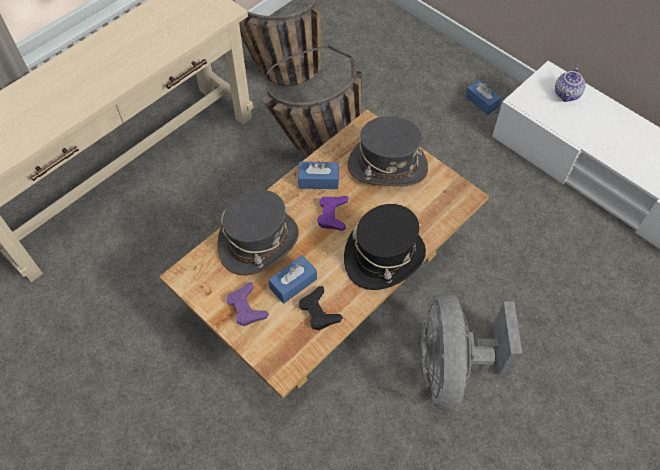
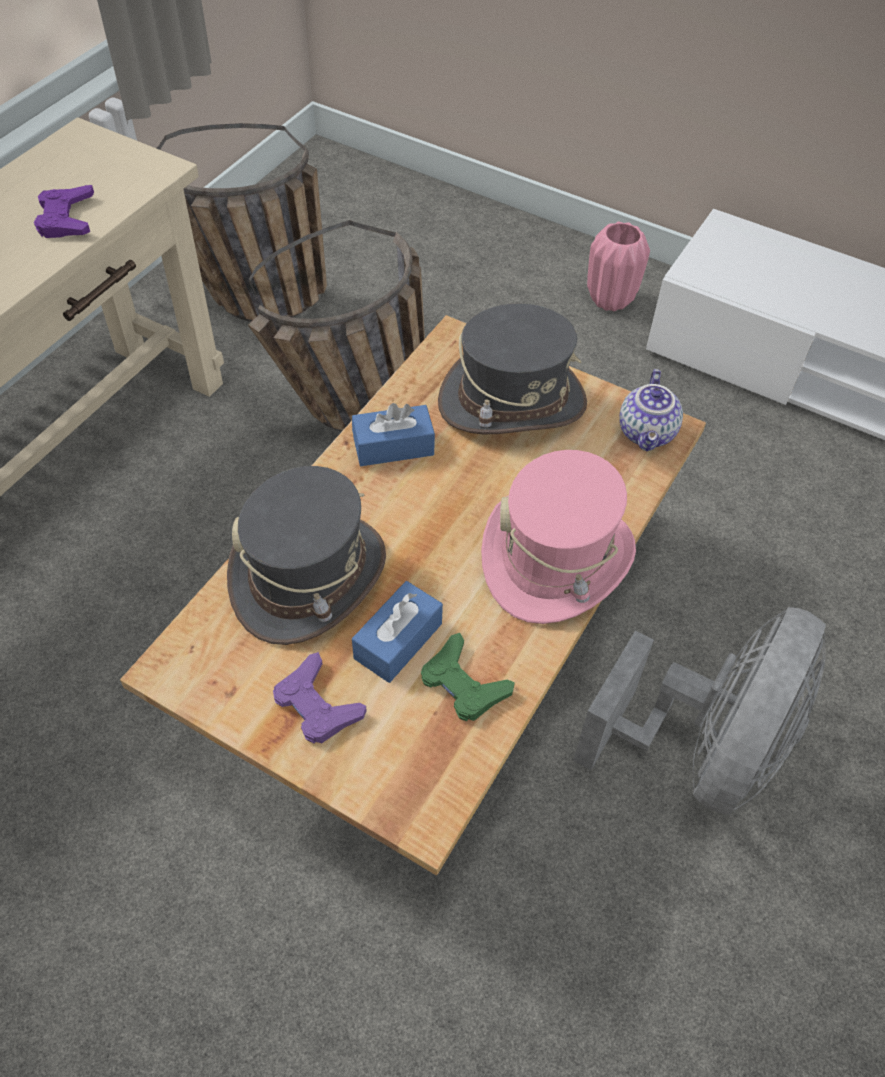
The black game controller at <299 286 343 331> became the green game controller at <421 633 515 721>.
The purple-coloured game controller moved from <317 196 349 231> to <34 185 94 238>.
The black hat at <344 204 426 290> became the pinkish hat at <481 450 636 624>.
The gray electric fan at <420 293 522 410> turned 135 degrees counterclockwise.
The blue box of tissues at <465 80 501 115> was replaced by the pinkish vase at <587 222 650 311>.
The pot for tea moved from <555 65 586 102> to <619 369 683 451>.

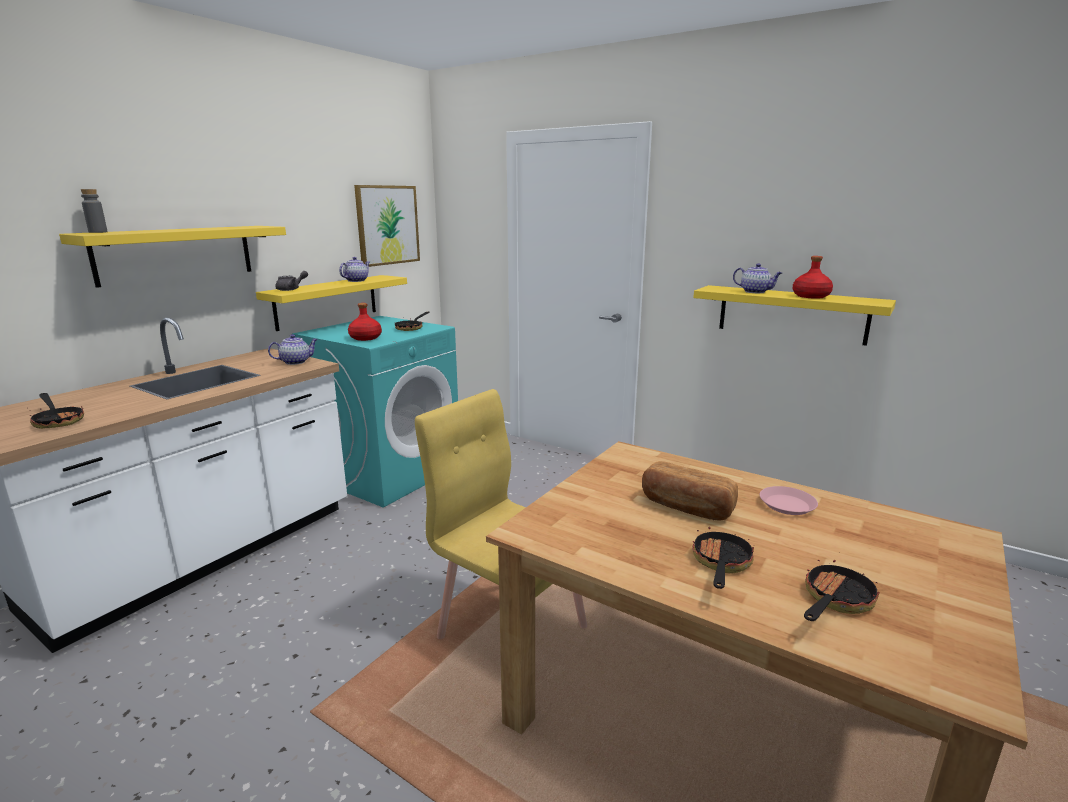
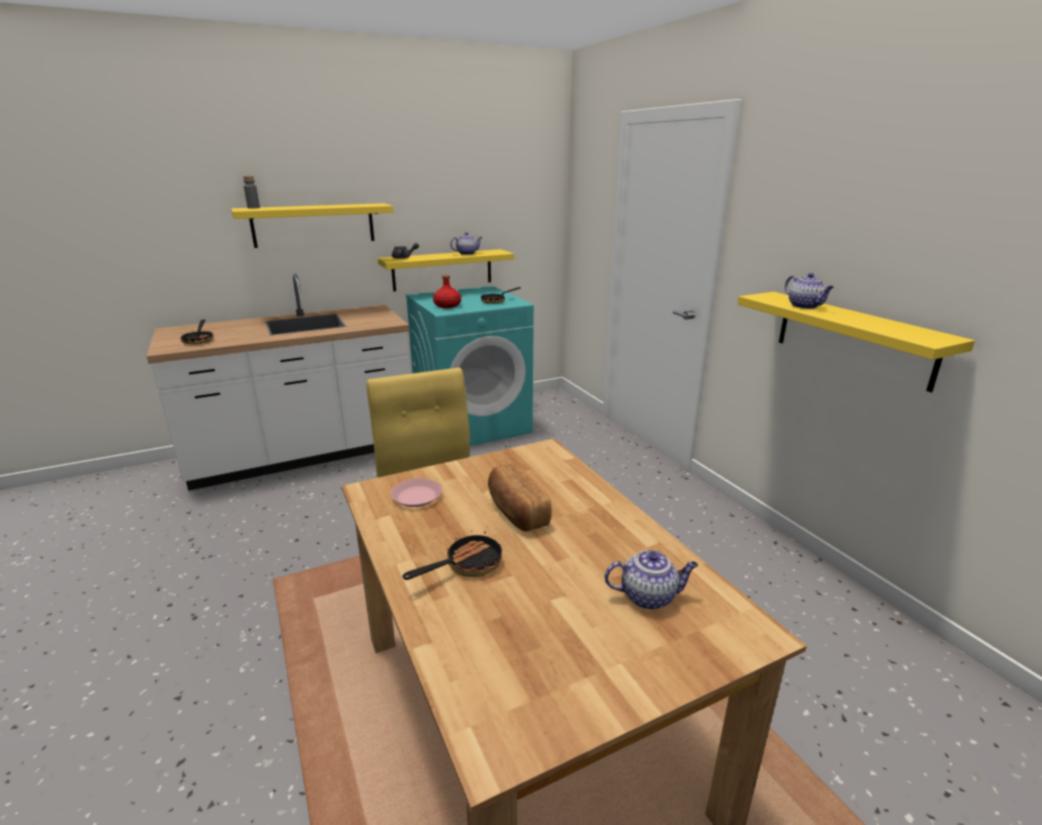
The pot for tea moved from <268 334 318 365> to <605 550 698 610>.
The wall art at <354 185 420 267> disappeared.
The pinkish plate moved from <760 486 818 515> to <391 478 442 507>.
The red-coloured drink bottle at <792 256 833 299> disappeared.
The pan at <804 560 880 621> disappeared.

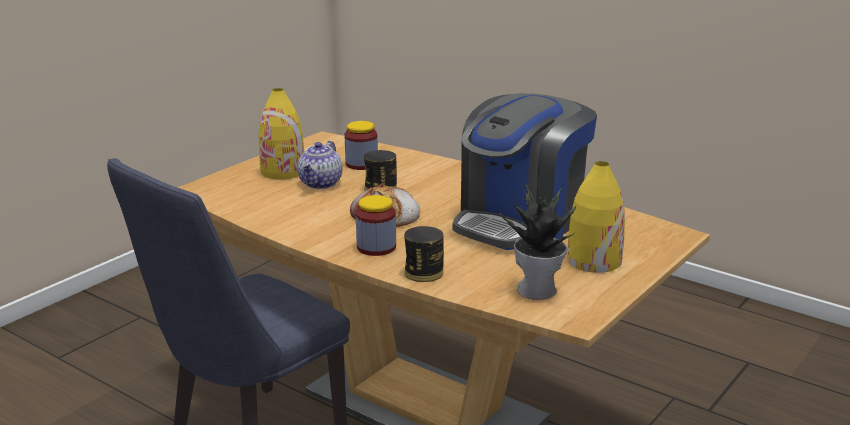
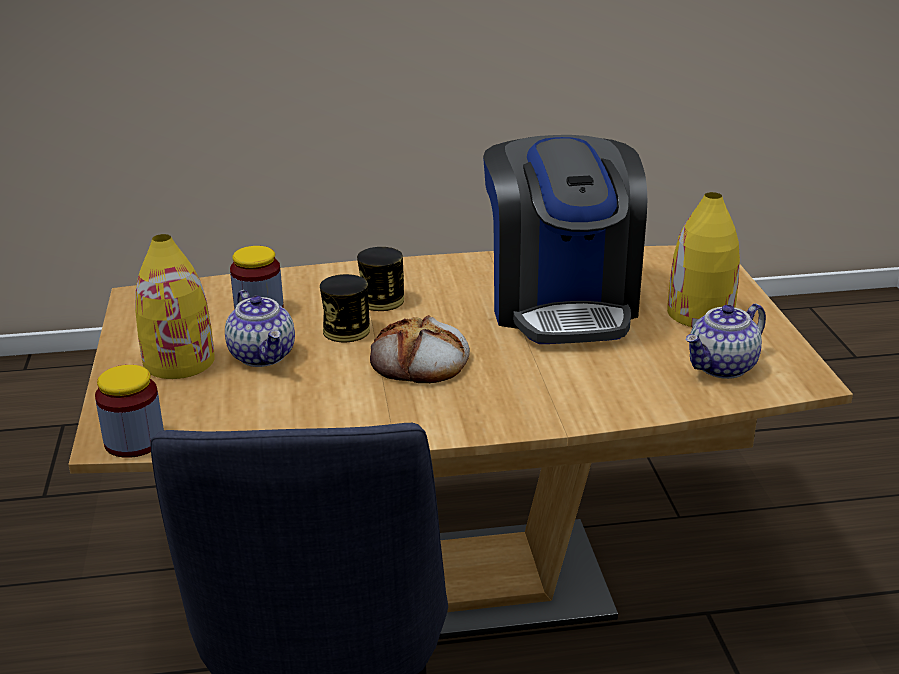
The jar moved from <356 195 396 256> to <95 365 164 458>.
The sealed can moved from <404 226 444 282> to <357 247 404 311>.
The potted plant at <499 183 576 300> was replaced by the pot for tea at <686 303 766 379>.

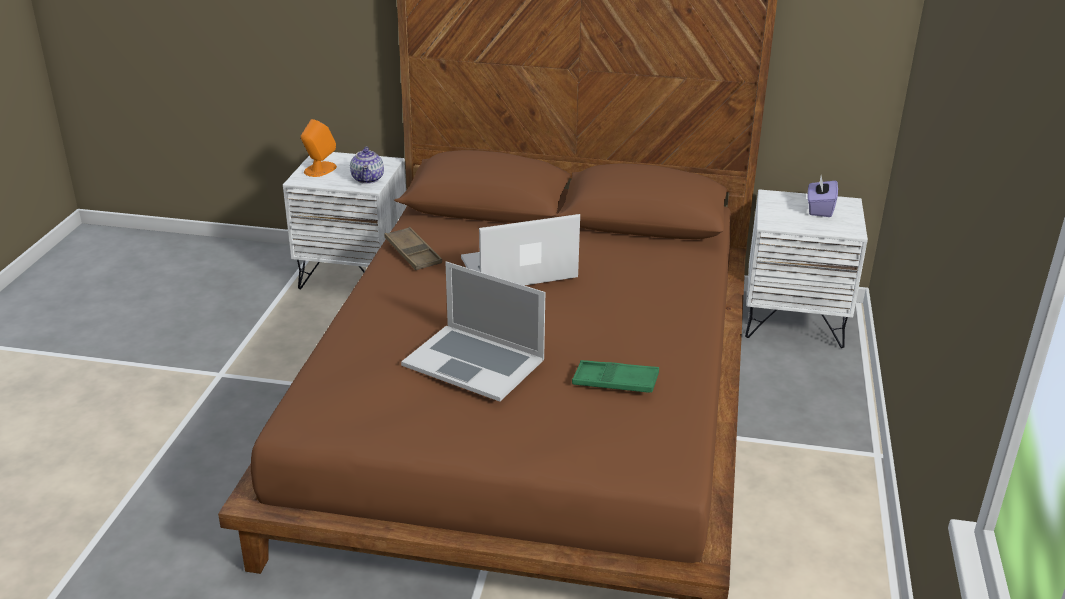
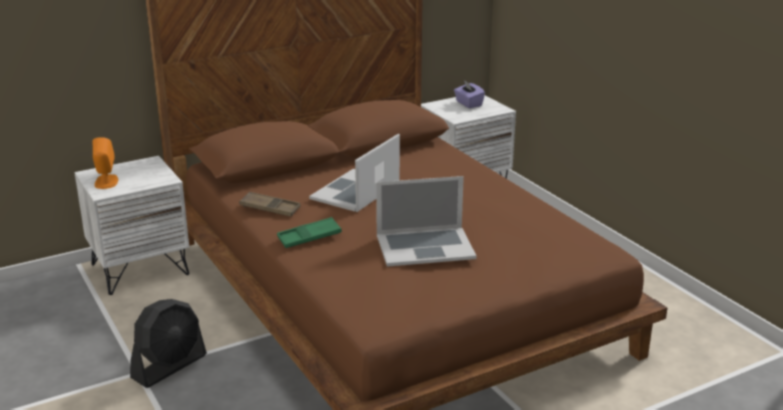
The pot for tea at <350 147 384 184> disappeared.
The green serving tray moved from <572 360 659 393> to <277 217 342 248>.
The black electric fan at <130 299 207 388> appeared.

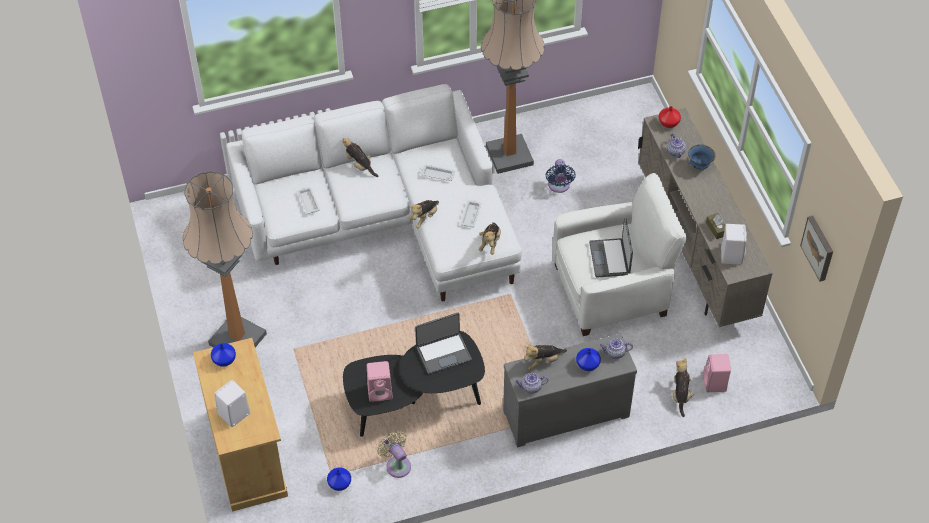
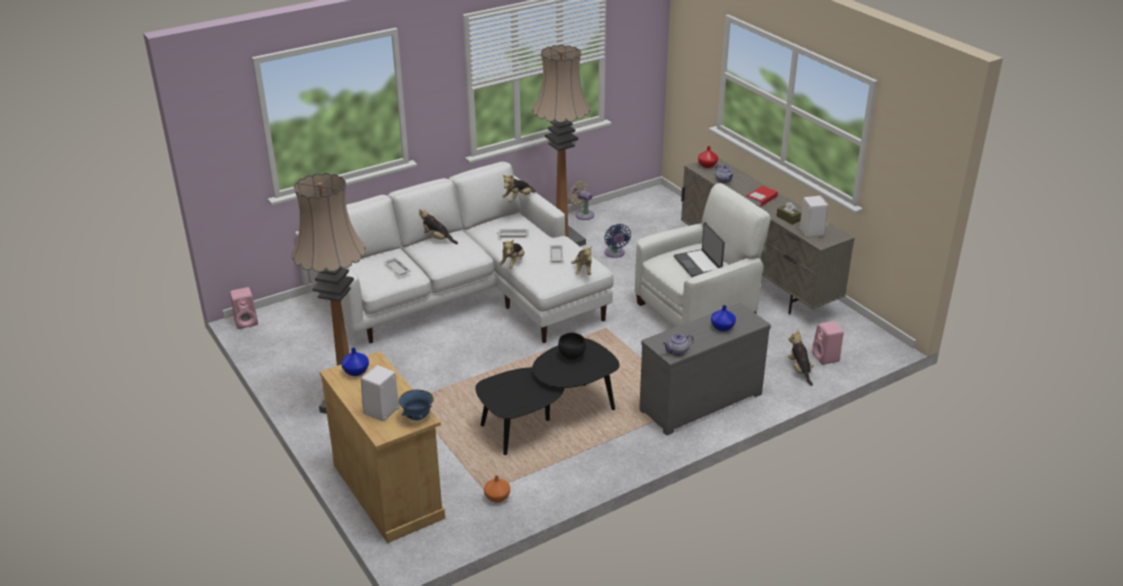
The blue vase at <327 467 351 491> became the orange-coloured vase at <484 475 510 503>.
The pinkish loudspeaker moved from <367 361 393 402> to <230 287 258 329>.
The beige-coloured electric fan moved from <377 431 411 478> to <569 181 594 220>.
The portable computer at <415 312 472 374> was replaced by the black bowl at <558 333 586 360>.
The soft toy moved from <524 345 567 370> to <502 175 536 202>.
The pot for tea at <600 339 633 359> disappeared.
The blue bowl moved from <688 144 716 171> to <399 389 434 420>.
The wall art at <800 216 833 282> disappeared.
The volume at <746 186 778 207> appeared.

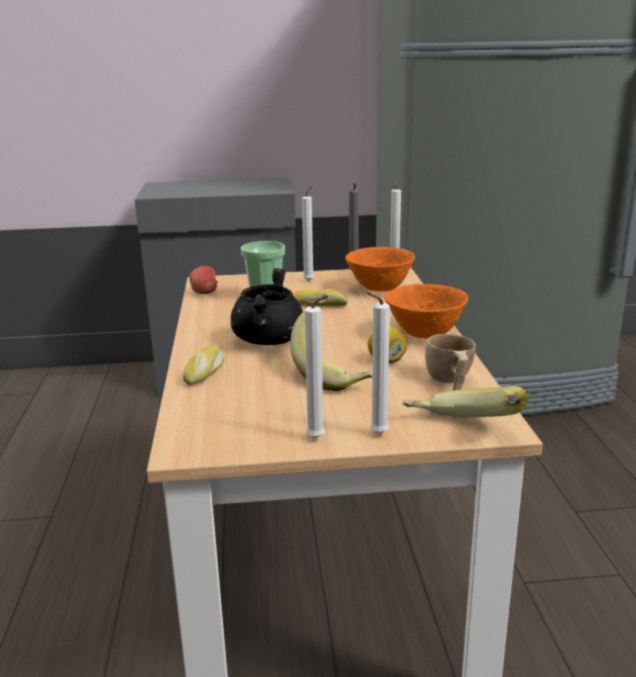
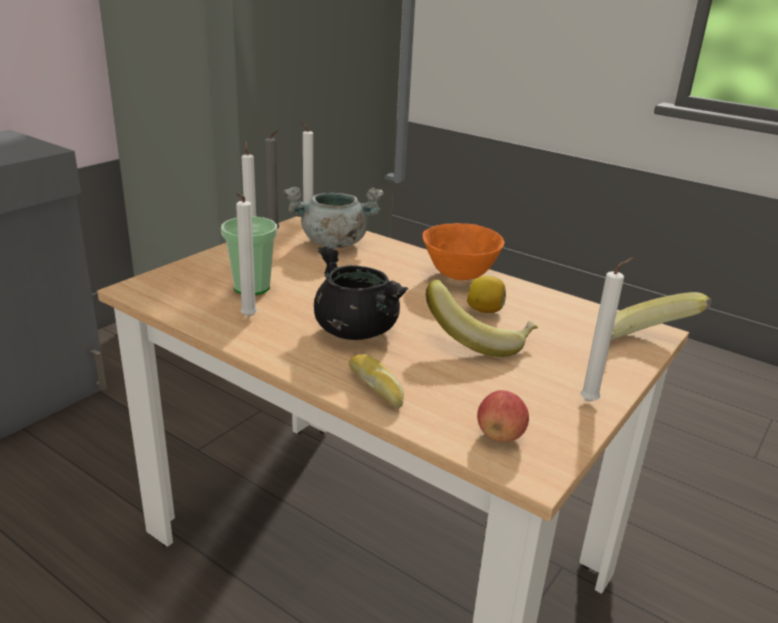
The whole apple moved from <189 266 218 294> to <477 390 529 442>.
The bread at <293 289 348 306> disappeared.
The orange-coloured bowl at <345 247 415 291> was replaced by the gray stockpot at <284 187 384 248>.
The white-coloured wax light moved from <367 292 390 434> to <236 193 257 317>.
The beige-coloured small cup at <425 334 476 391> disappeared.

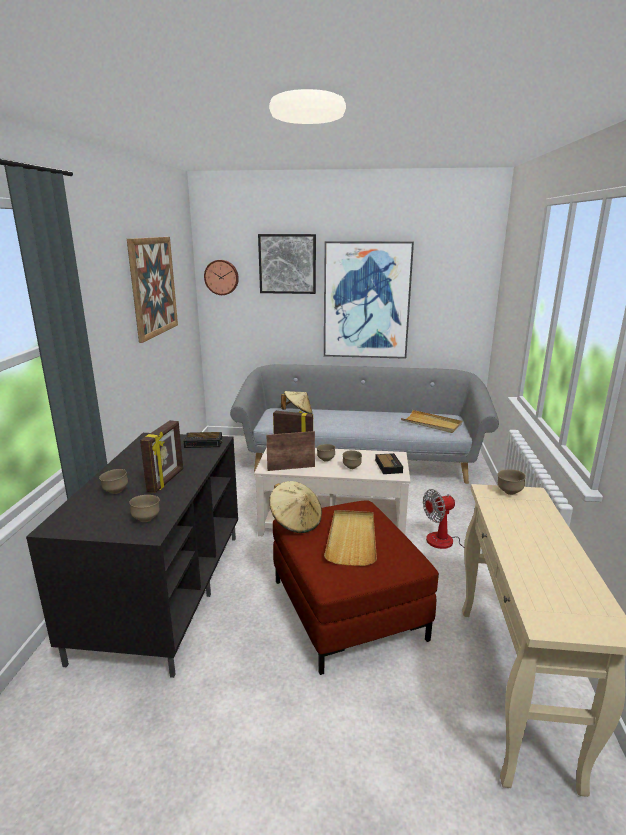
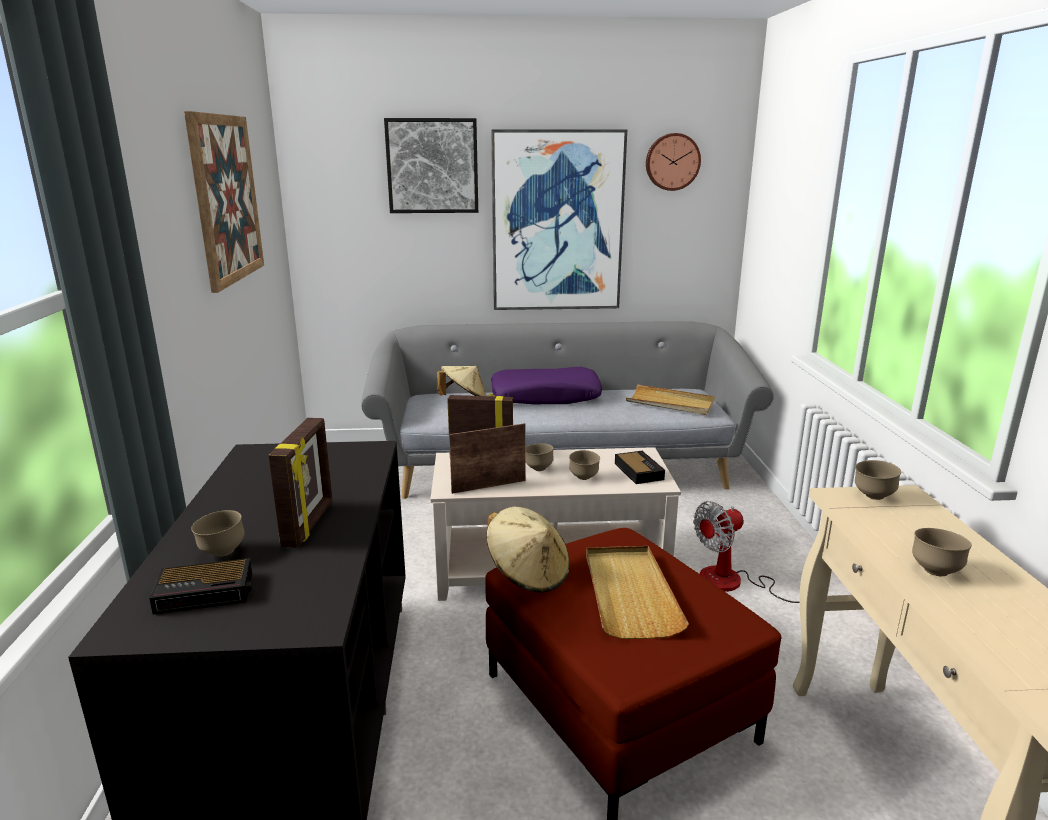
The brownish bowl moved from <129 495 160 522> to <912 528 972 576>.
The bedside clock moved from <184 432 222 448> to <149 558 253 615>.
The wall clock moved from <204 260 239 295> to <646 133 701 191>.
The purple-coloured cushion at <491 367 602 404> appeared.

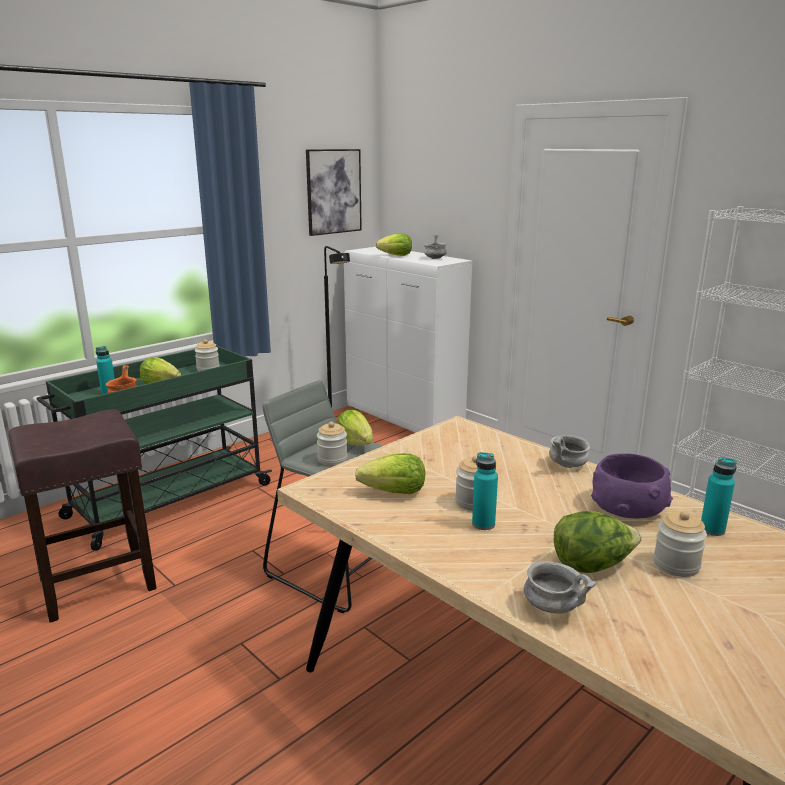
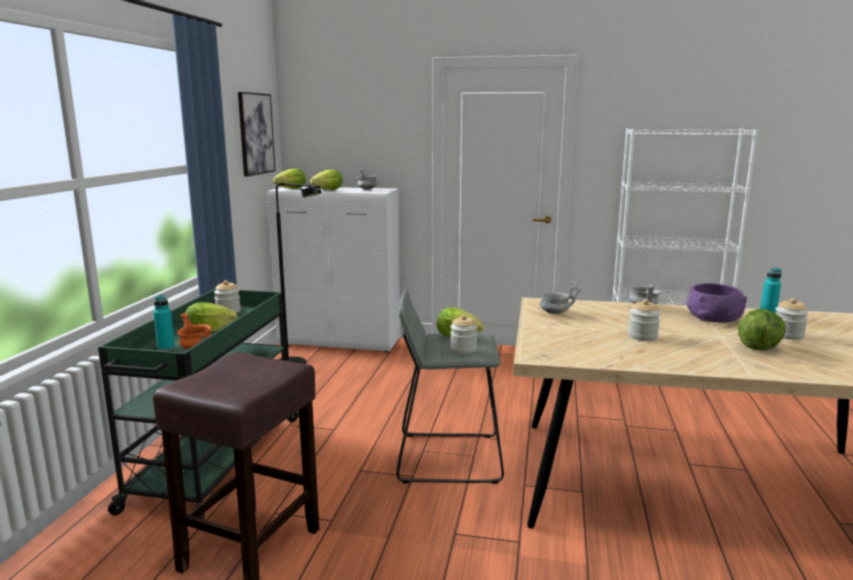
The lettuce moved from <355 453 425 494> to <273 168 306 189>.
The turquoise drink bottle at <472 452 498 530> disappeared.
The gray bowl moved from <524 561 597 614> to <540 286 581 314>.

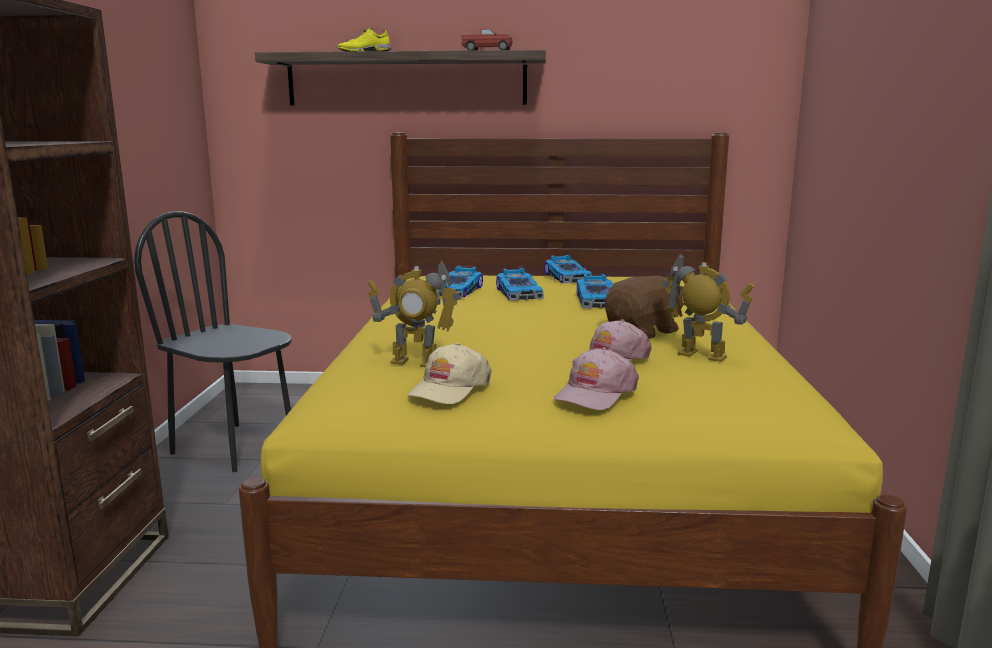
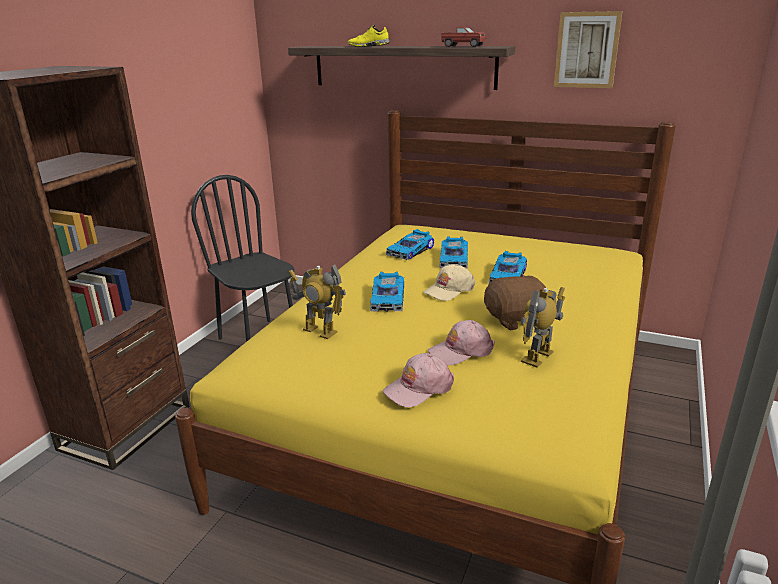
The beige-coloured peaked cap moved from <407 343 492 404> to <423 264 475 301>.
The model car moved from <544 255 592 283> to <370 272 404 312>.
The toy robot at <662 253 754 362> turned 105 degrees counterclockwise.
The wall art at <554 11 623 88> appeared.

